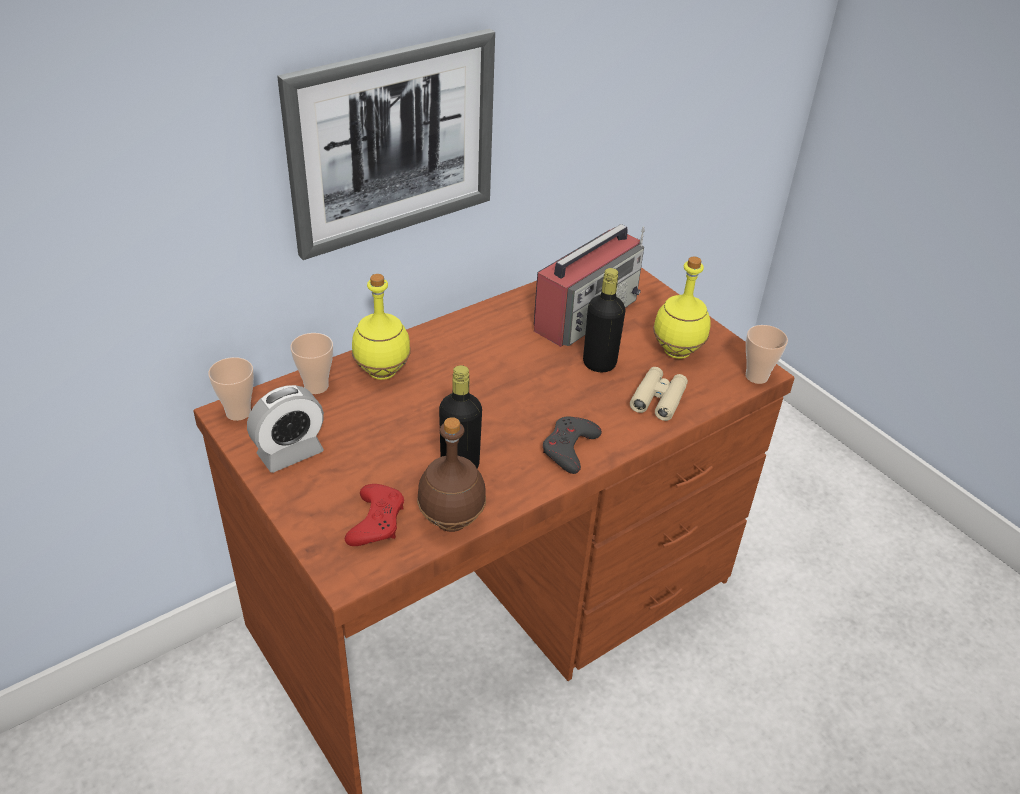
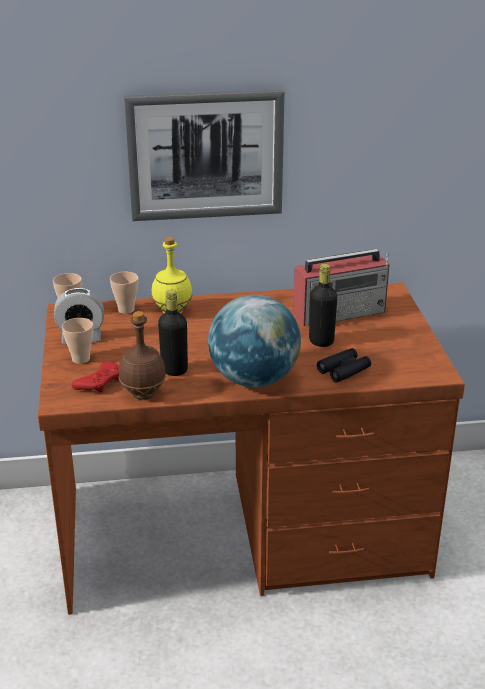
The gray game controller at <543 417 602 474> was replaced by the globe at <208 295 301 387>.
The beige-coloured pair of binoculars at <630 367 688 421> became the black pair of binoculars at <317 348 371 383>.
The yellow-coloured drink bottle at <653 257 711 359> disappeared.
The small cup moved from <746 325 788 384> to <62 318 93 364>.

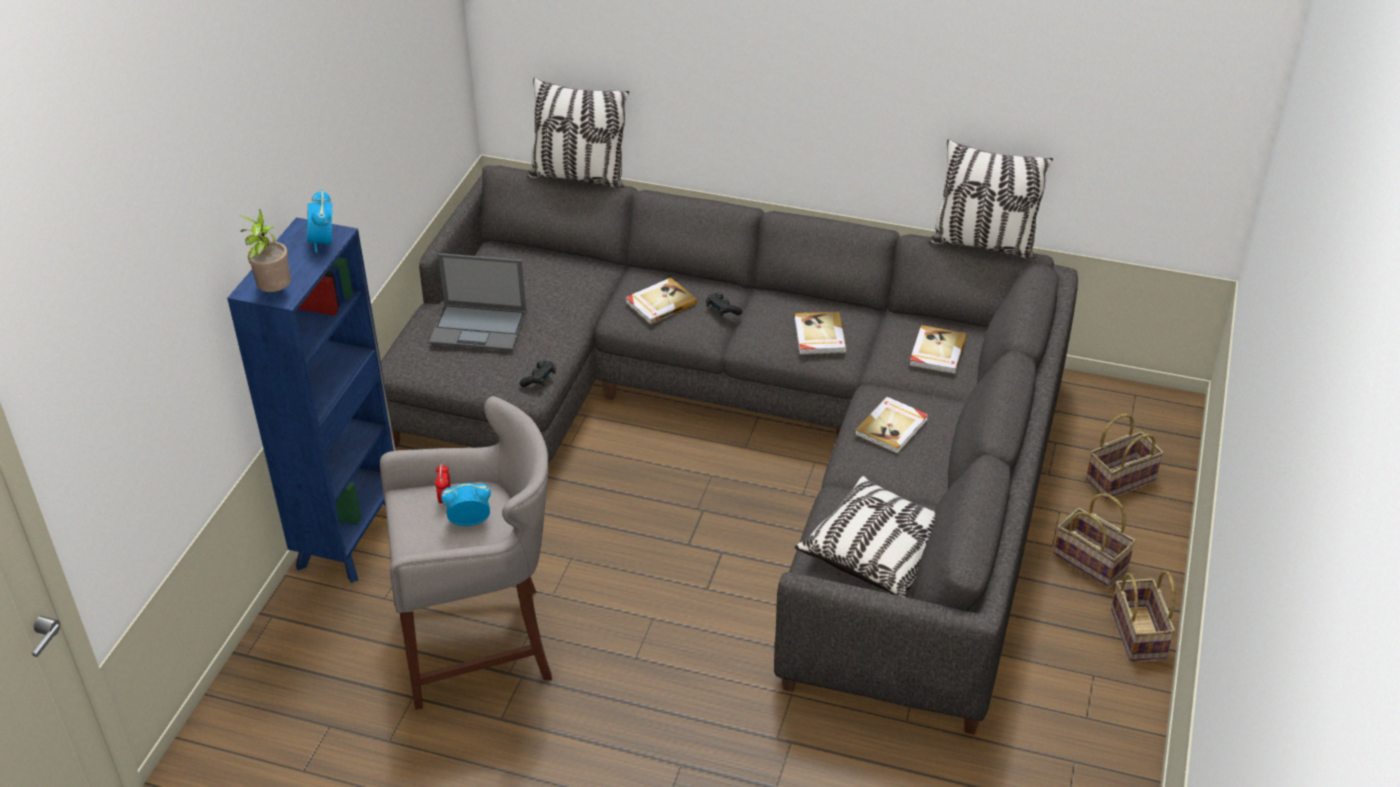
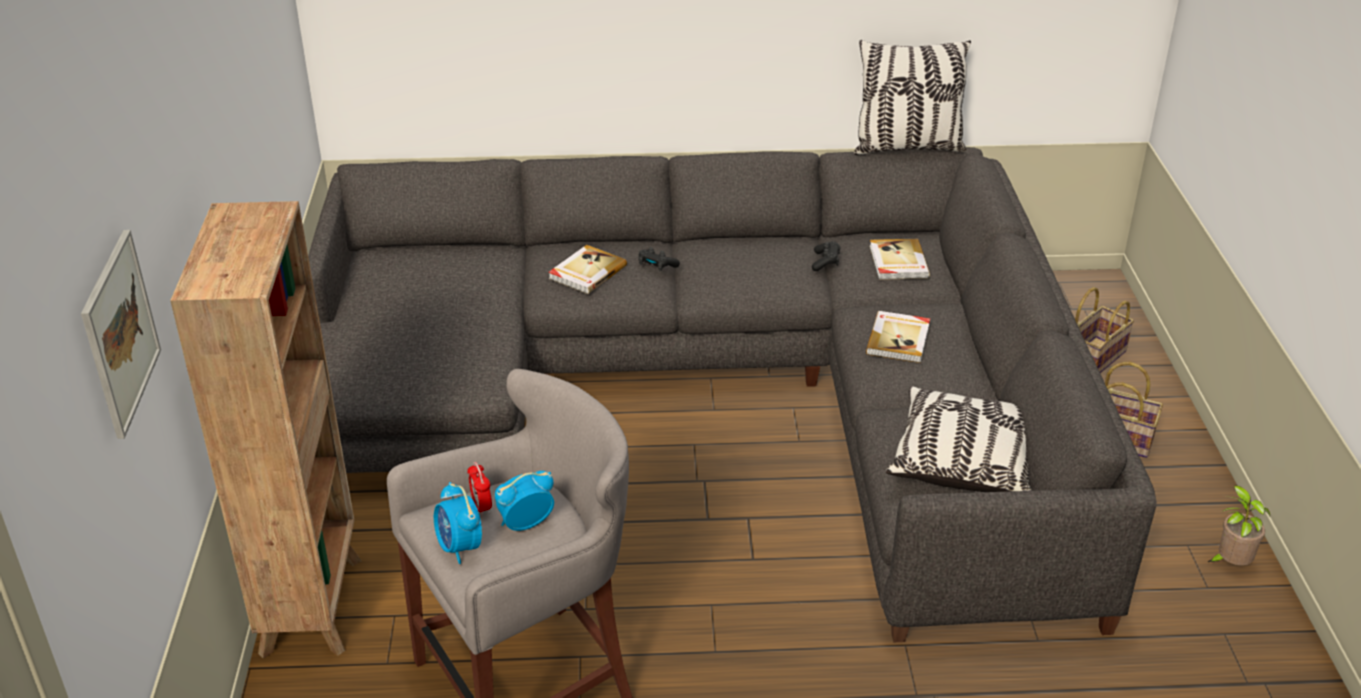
The blue bookcase at <227 217 396 583> became the brownish bookcase at <170 201 362 658>.
The potted plant moved from <239 209 291 292> to <1208 485 1270 565>.
The bedside clock moved from <307 190 332 253> to <434 482 482 564>.
The portable computer at <429 253 527 351> disappeared.
The black game controller moved from <520 361 556 387> to <812 241 840 271>.
The cushion at <527 78 629 189> disappeared.
The volume at <794 312 847 355> disappeared.
The basket at <1111 570 1175 661> disappeared.
The wall art at <81 230 161 439> appeared.

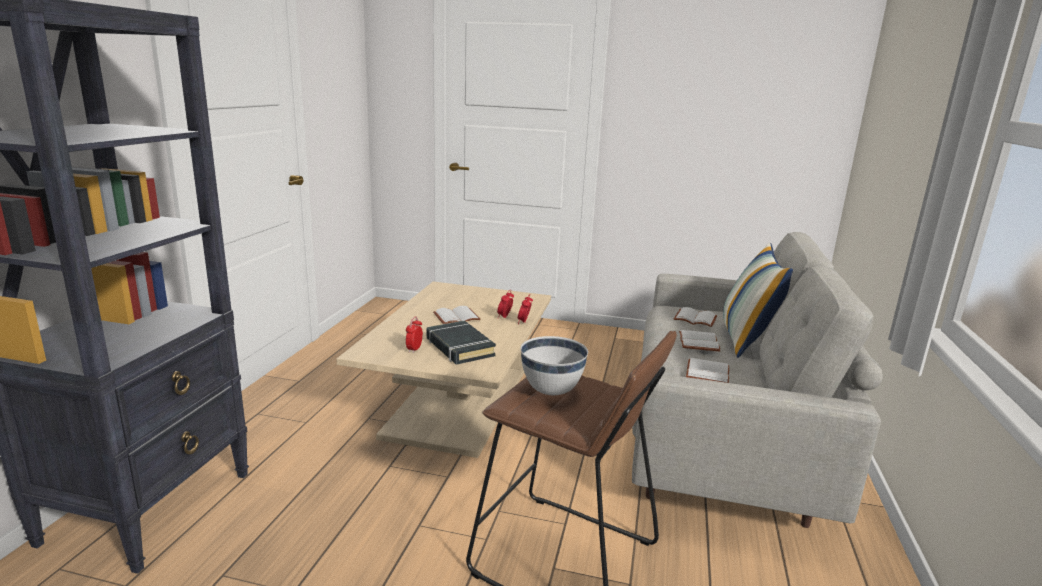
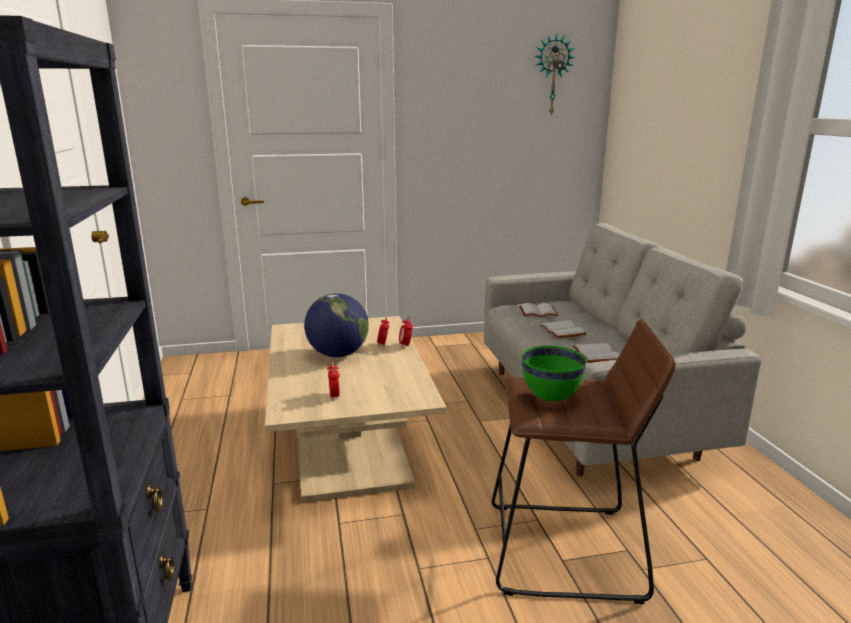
The black volume at <427 320 496 364> disappeared.
The white-coloured volume at <433 306 481 324> was replaced by the globe at <304 293 369 357>.
The white-coloured bowl at <520 336 588 395> became the green bowl at <522 346 587 401>.
The cushion at <723 243 793 358> disappeared.
The wall clock at <535 34 574 116> appeared.

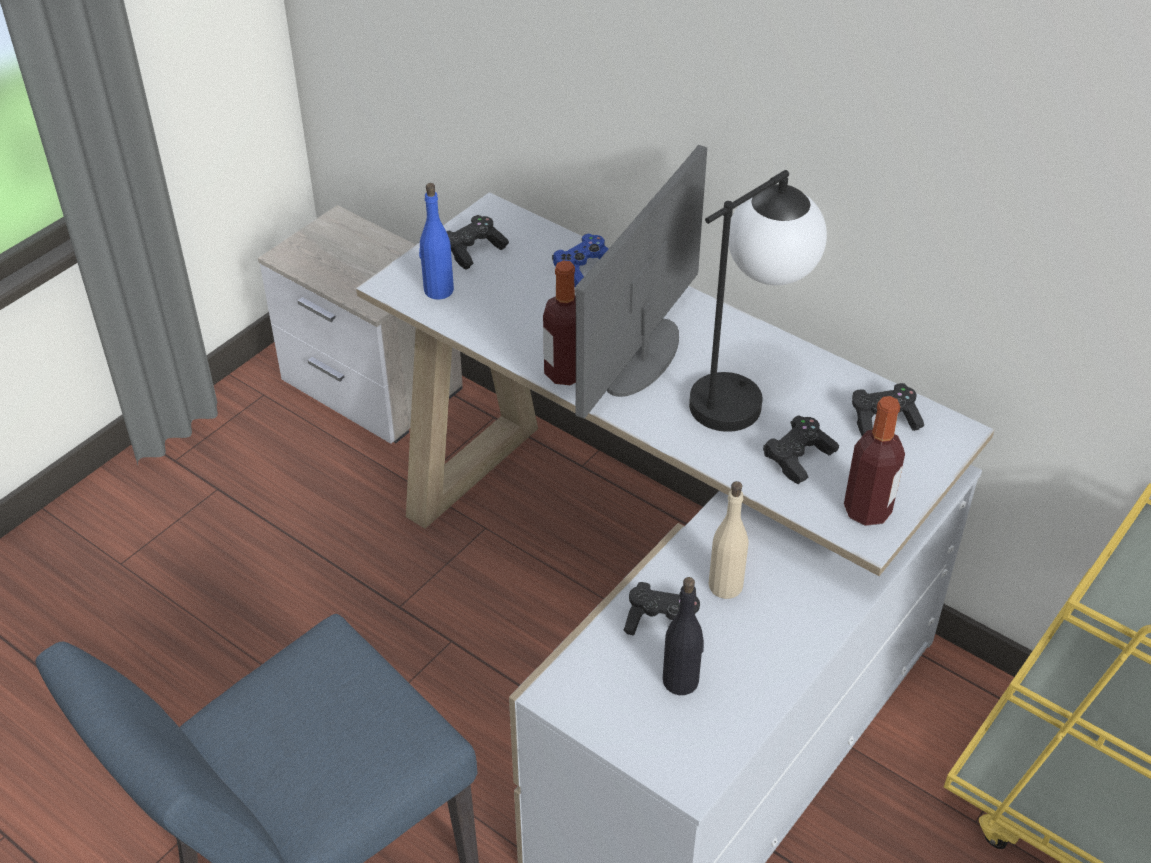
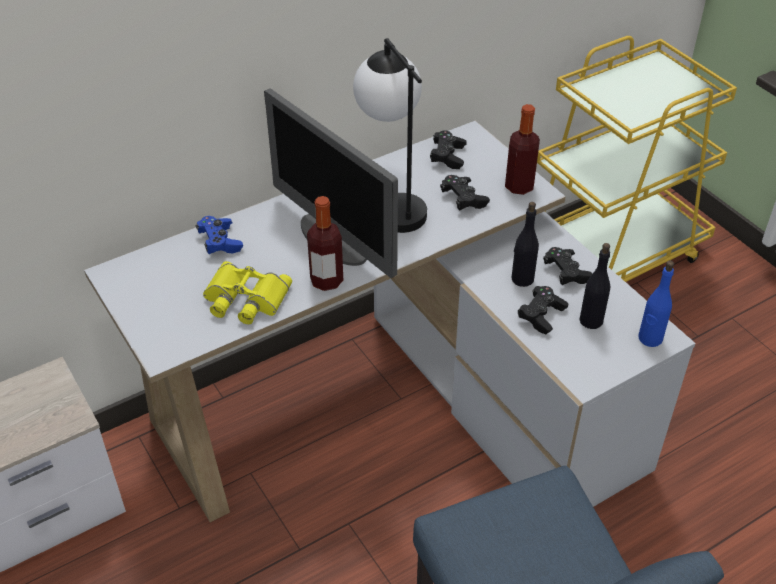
The blue drink bottle moved from <419 183 454 300> to <638 261 674 347>.
The black game controller moved from <446 215 509 270> to <543 247 593 285>.
The beige-coloured drink bottle at <709 481 748 599> became the black drink bottle at <511 202 539 287>.
The yellow-coloured pair of binoculars at <203 261 292 324> appeared.

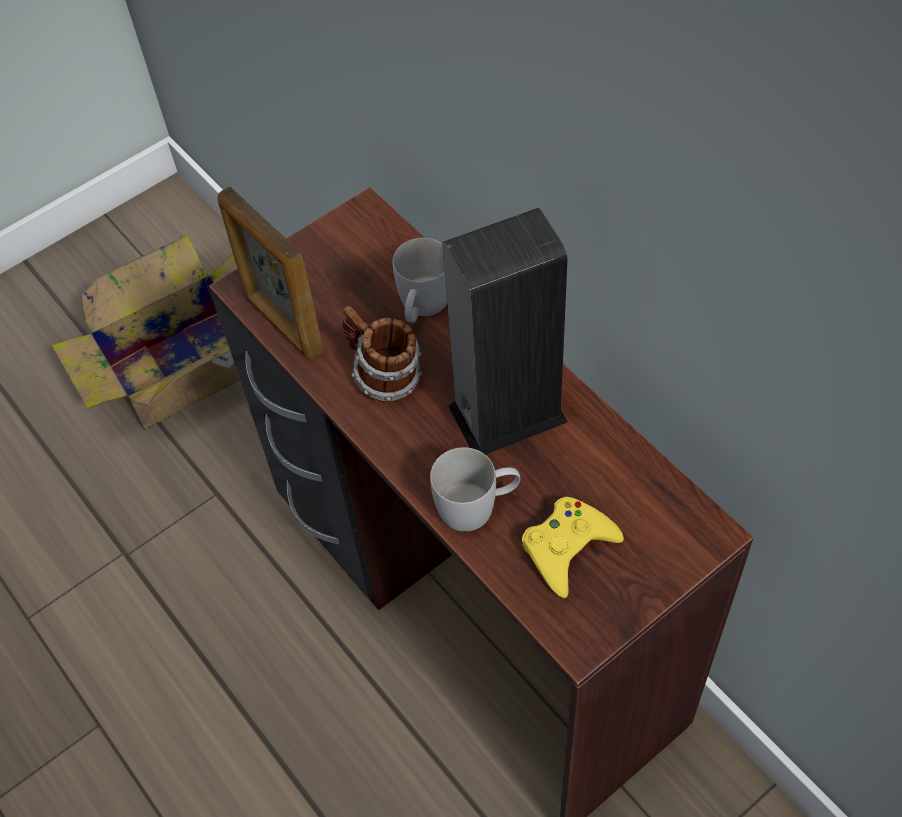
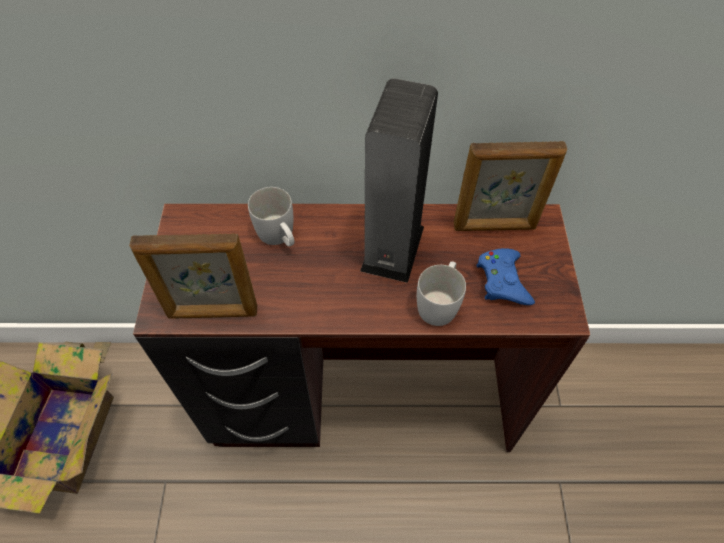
The tea mug at <342 306 422 402> disappeared.
The yellow-coloured game controller at <522 497 624 598> became the blue game controller at <476 248 535 305>.
The picture frame at <454 141 567 231> appeared.

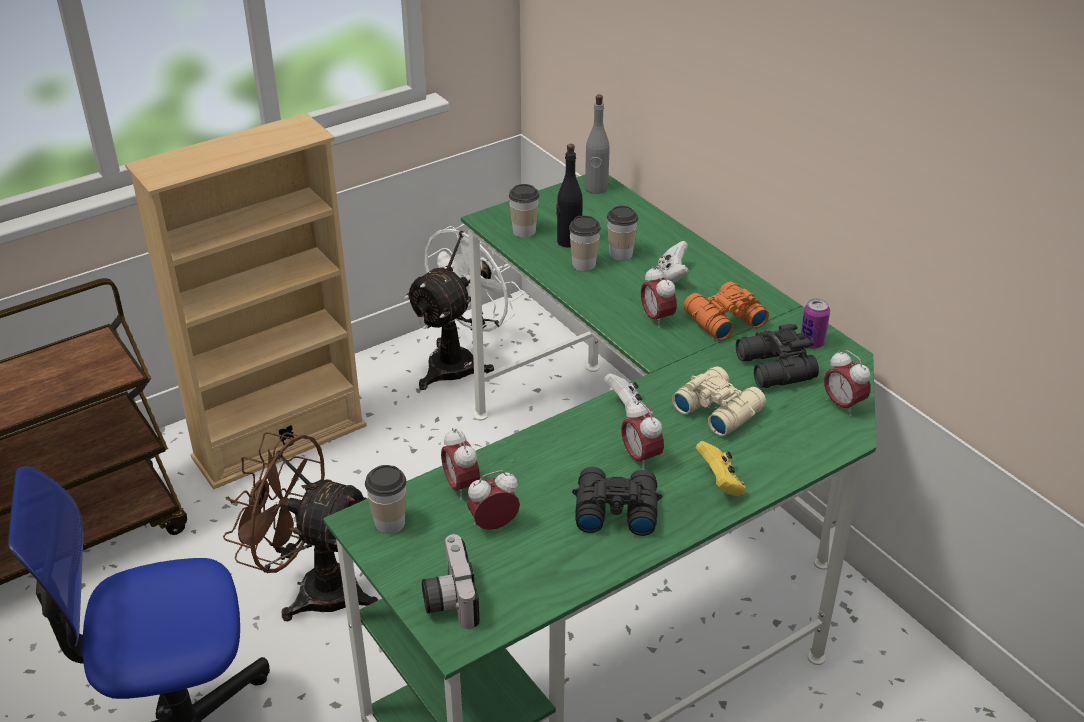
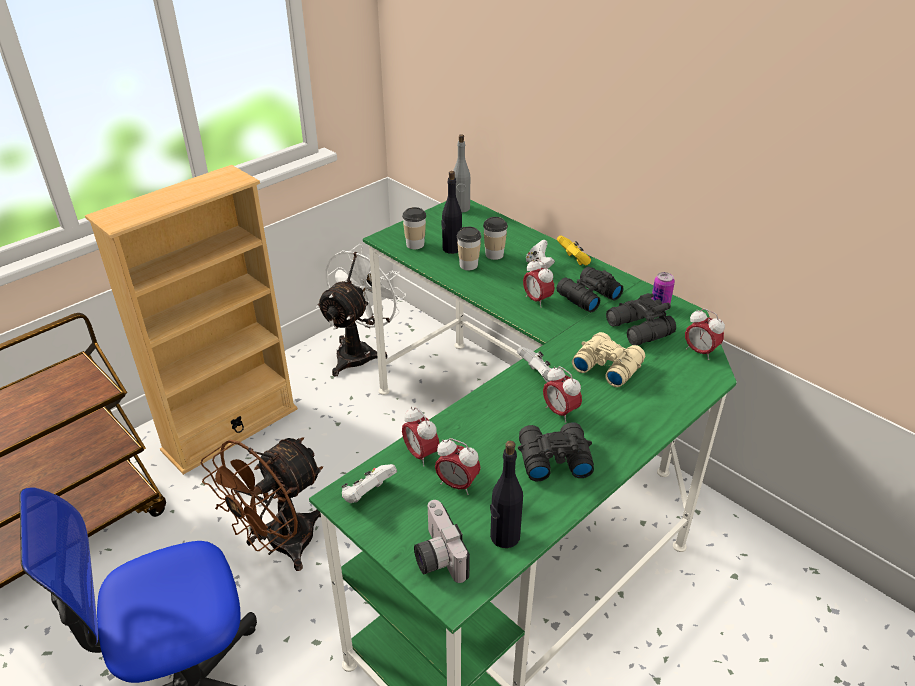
The brownish electric fan at <223 432 378 621> turned 60 degrees counterclockwise.
The small cup at <365 465 406 534> was replaced by the white-coloured game controller at <341 464 397 503>.
The bedside clock at <467 470 520 530> turned 120 degrees counterclockwise.
The orange-coloured pair of binoculars at <683 282 769 341> became the black pair of binoculars at <556 267 623 312>.
The yellow-coloured game controller moved from <696 441 746 496> to <557 235 591 266>.
The black drink bottle at <490 441 523 548> appeared.

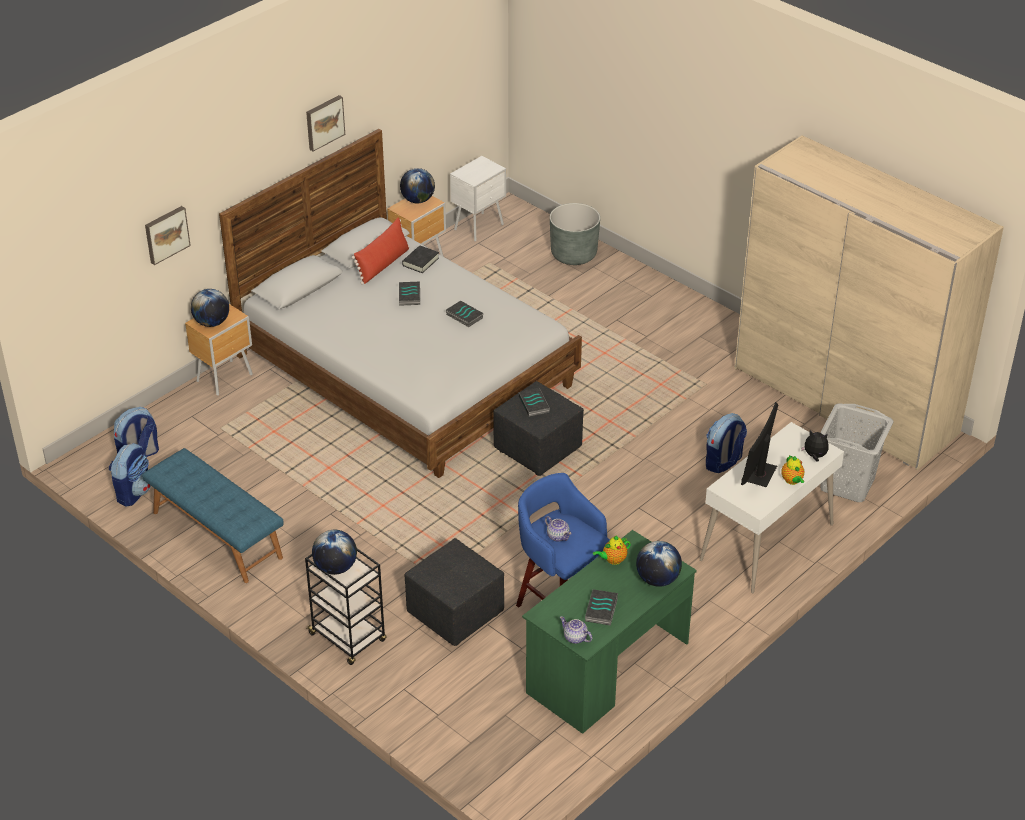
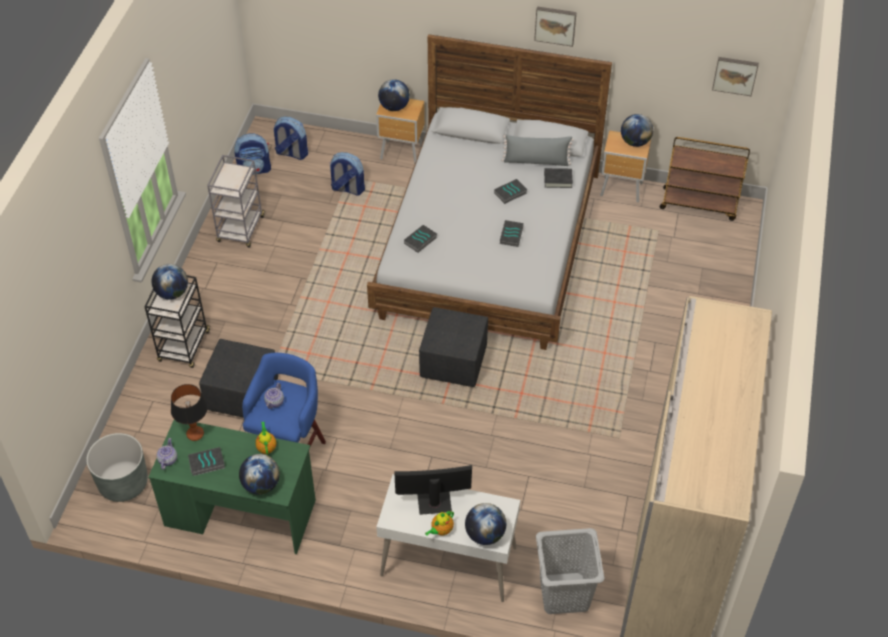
The blue bench at <142 448 284 583> was replaced by the gray wheeled cart at <207 155 265 248>.
The wall art moved from <145 206 191 265> to <712 57 759 96>.
The red-coloured cushion at <352 218 410 285> became the gray cushion at <501 134 574 166>.
The white-coloured bedside table at <450 156 506 242> was replaced by the brownish wheeled cart at <660 137 750 221>.
The volume moved from <519 388 550 417> to <404 225 437 253>.
The gray plant pot moved from <550 203 600 265> to <86 433 148 502>.
The pot for tea at <593 535 631 565> turned 45 degrees clockwise.
The knapsack moved from <706 413 747 473> to <330 152 365 196>.
The soft toy at <801 430 829 461> was replaced by the globe at <465 503 506 545>.
The lamp for a table at <171 384 208 441> appeared.

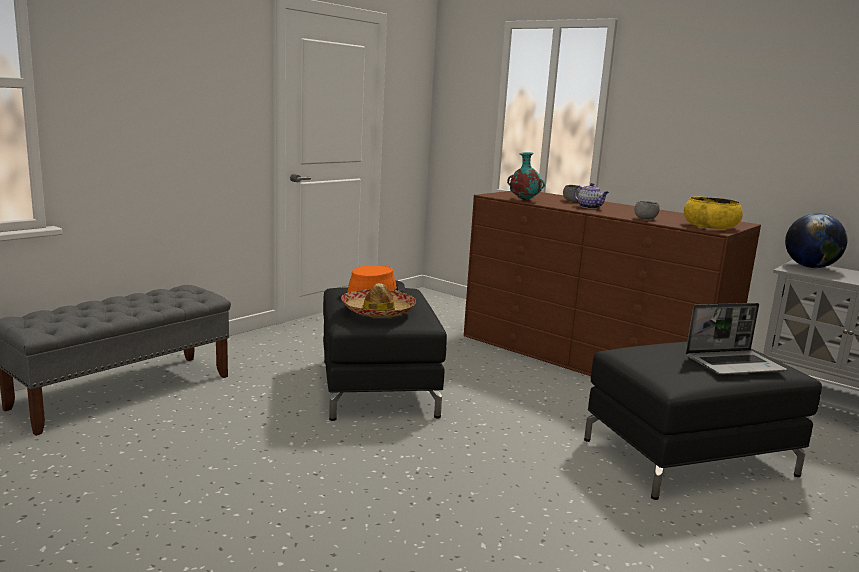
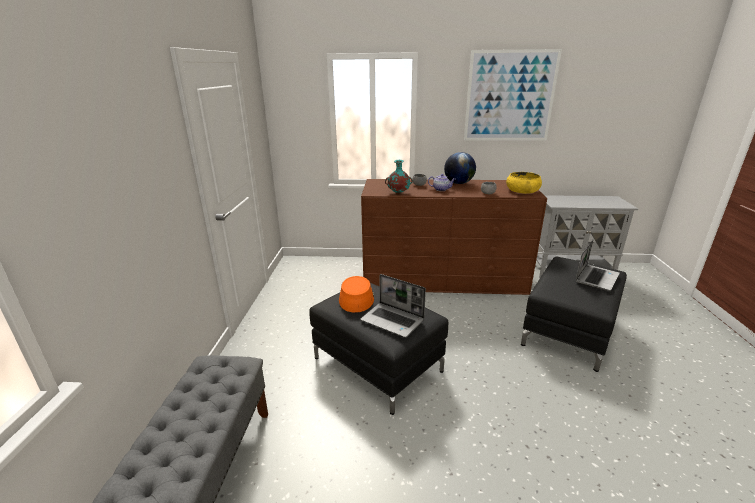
The hat at <341 283 416 318> was replaced by the portable computer at <360 274 426 337>.
The globe moved from <785 213 848 268> to <444 152 476 184>.
The wall art at <464 49 562 141> appeared.

